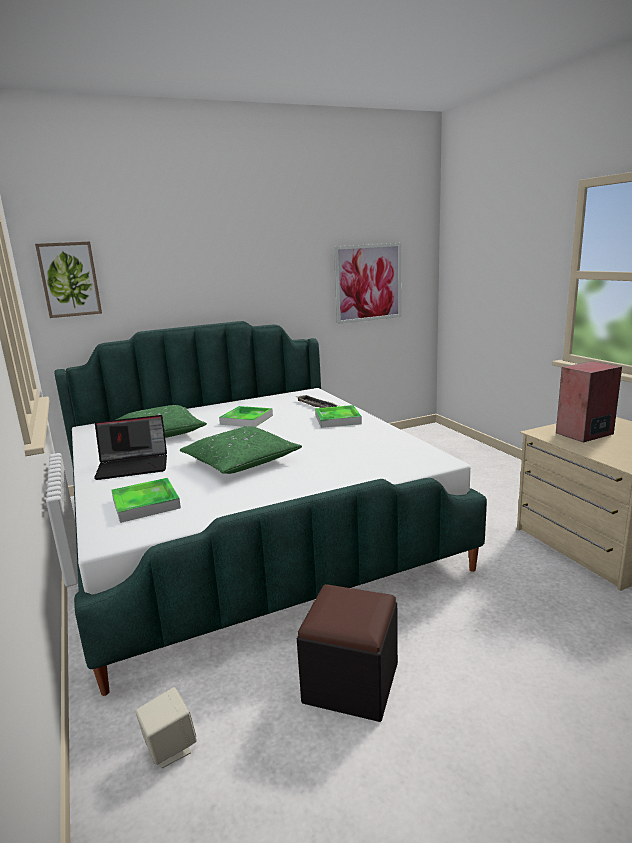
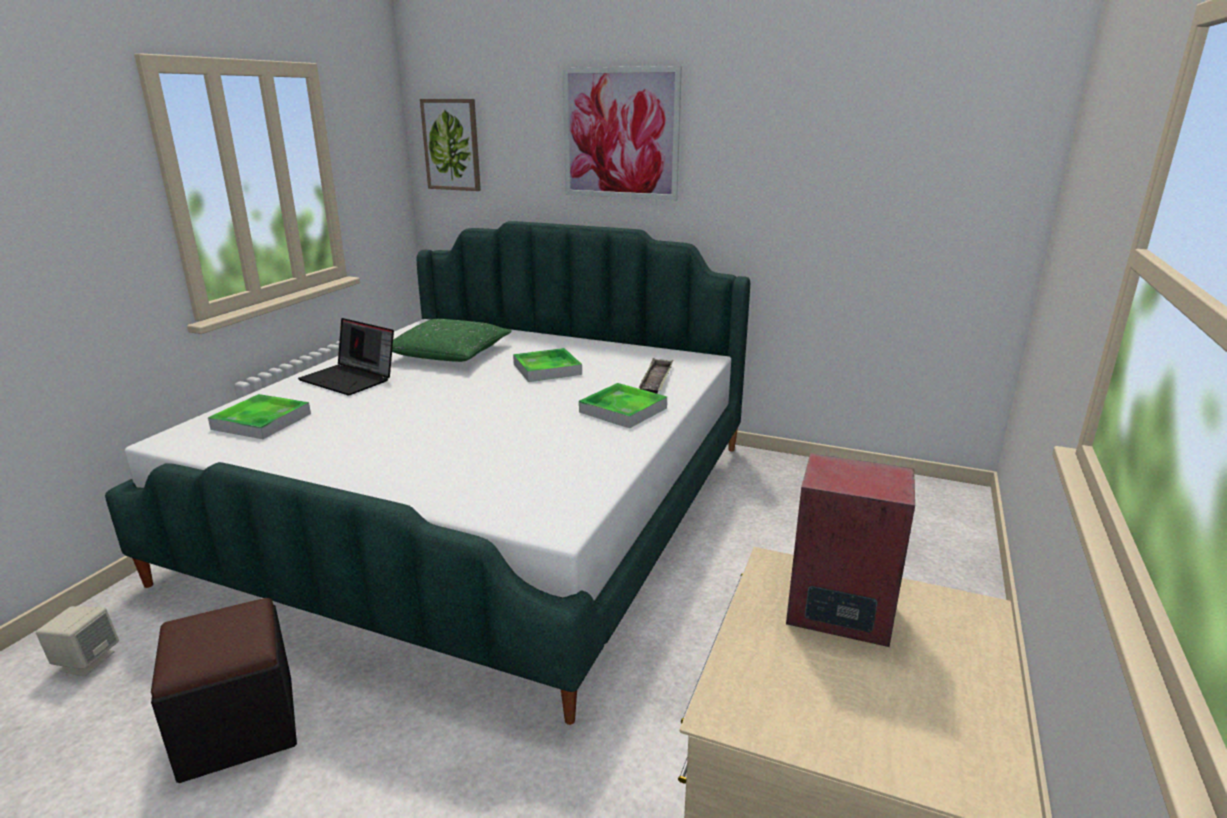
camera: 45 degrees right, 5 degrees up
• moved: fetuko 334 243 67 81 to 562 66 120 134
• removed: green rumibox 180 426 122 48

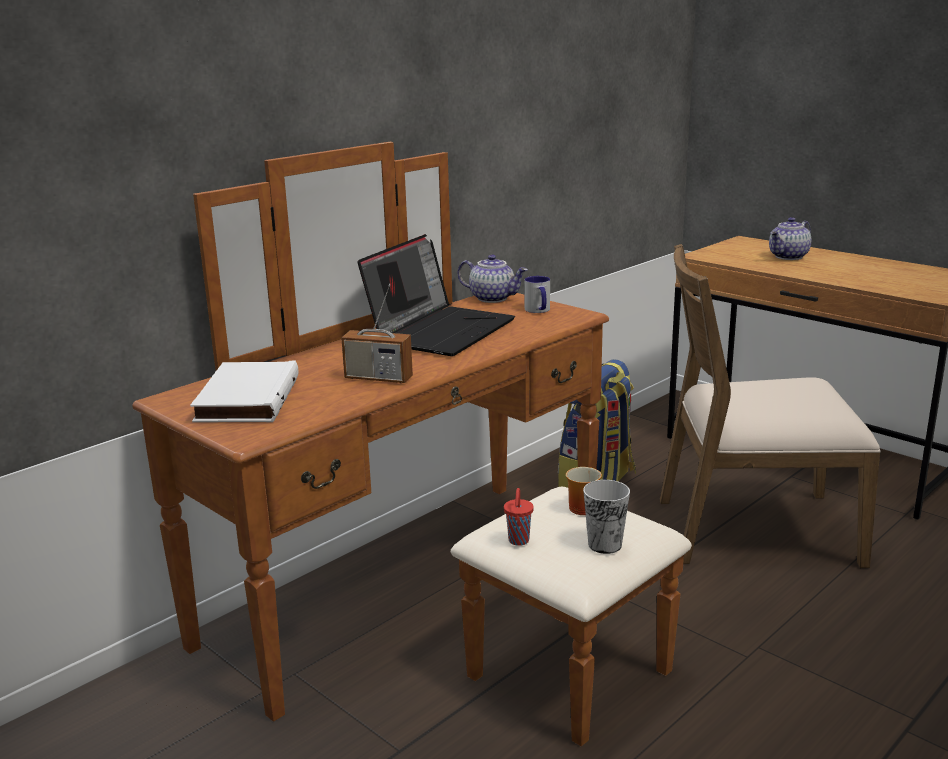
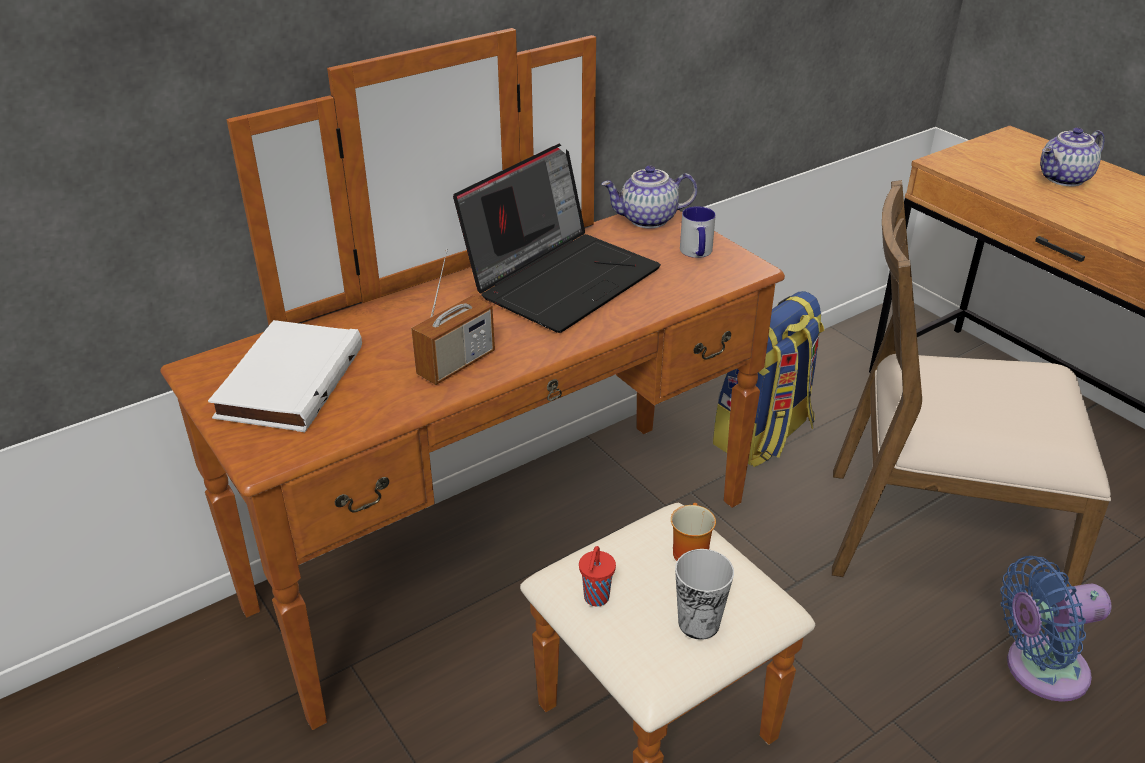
camera: 10 degrees right, 15 degrees up
• turned: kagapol 341 284 72 99 = 411 249 84 136 75 degrees counterclockwise
• turned: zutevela 457 254 71 49 = 601 165 96 64 135 degrees clockwise
• added: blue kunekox 1000 556 112 146

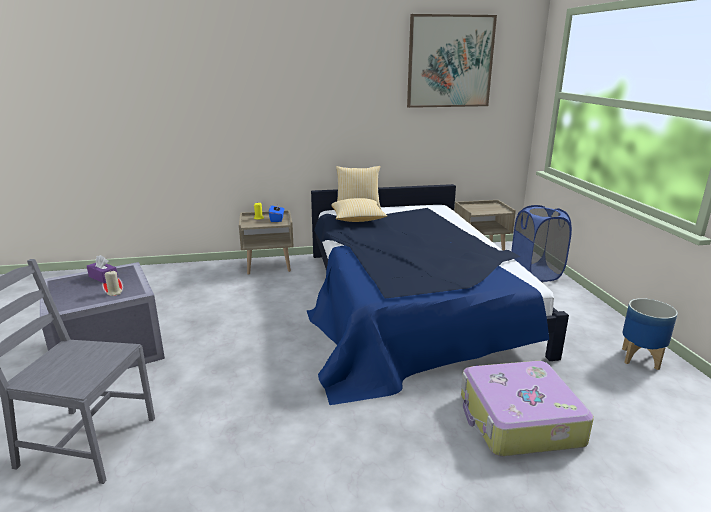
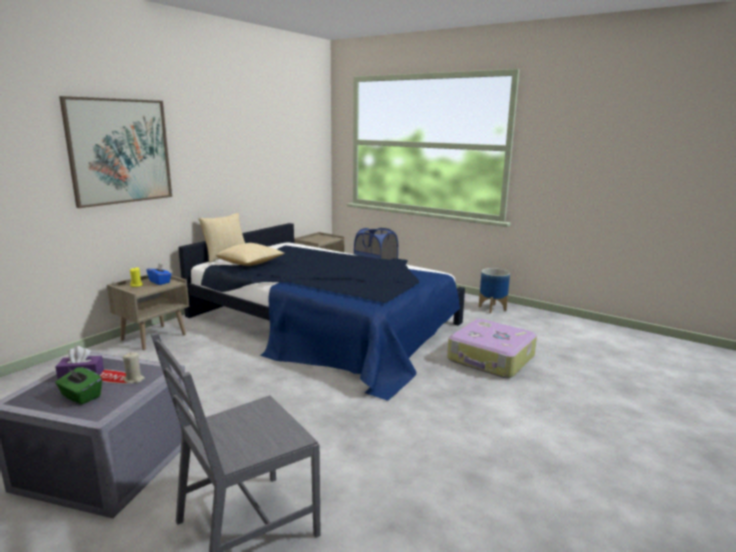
camera: 45 degrees left, 5 degrees down
• added: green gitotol 55 367 47 38
• moved: fetuko 407 14 90 94 to 59 96 113 112

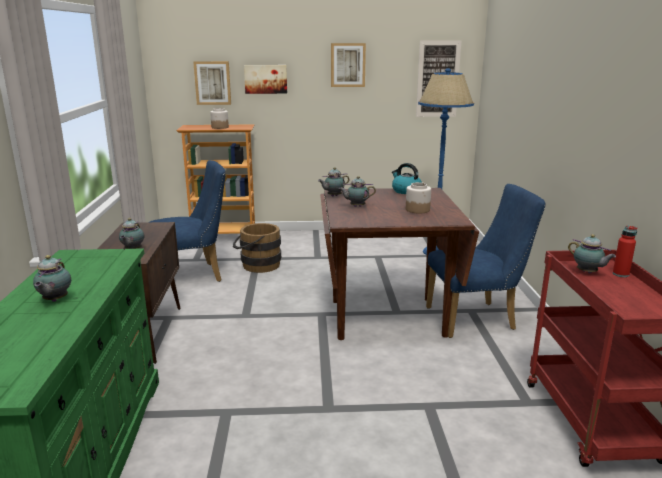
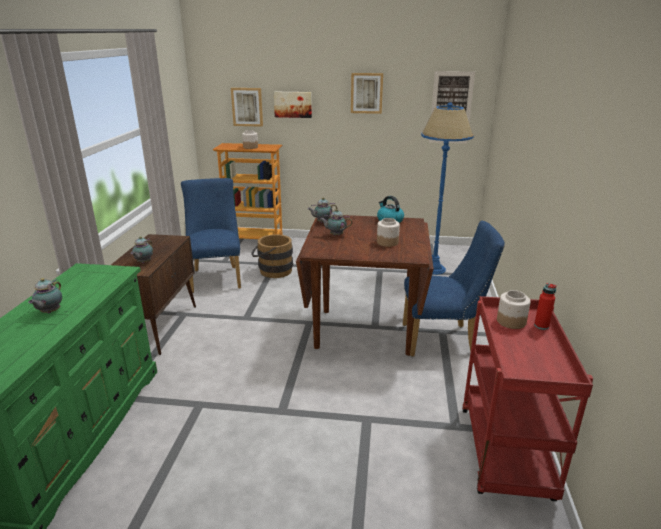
camera: 10 degrees right, 5 degrees up
• turned: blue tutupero 150 160 76 122 = 181 178 60 115 90 degrees counterclockwise
• replaced: zutevela 568 234 48 40 to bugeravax 497 290 34 39

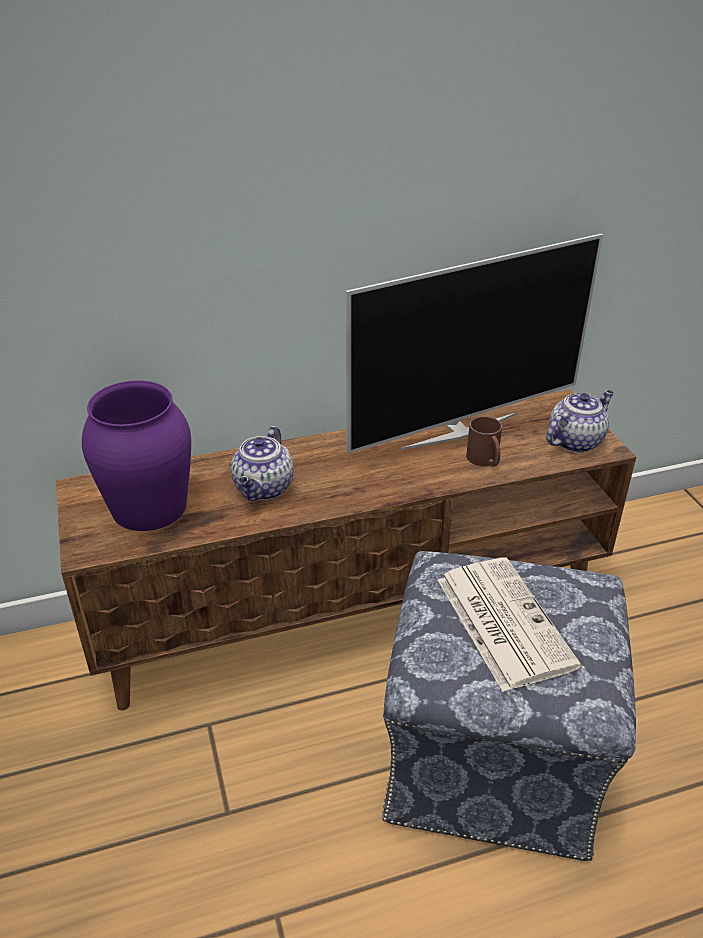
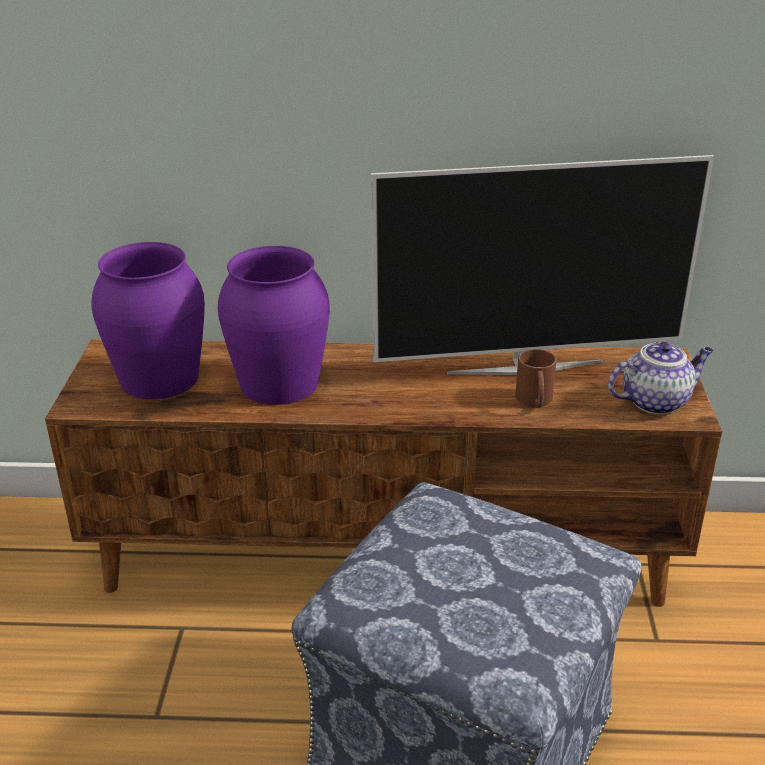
camera: 20 degrees right, 5 degrees down
• replaced: zutevela 231 426 63 75 to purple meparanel 218 246 112 159
• removed: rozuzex 438 557 143 135

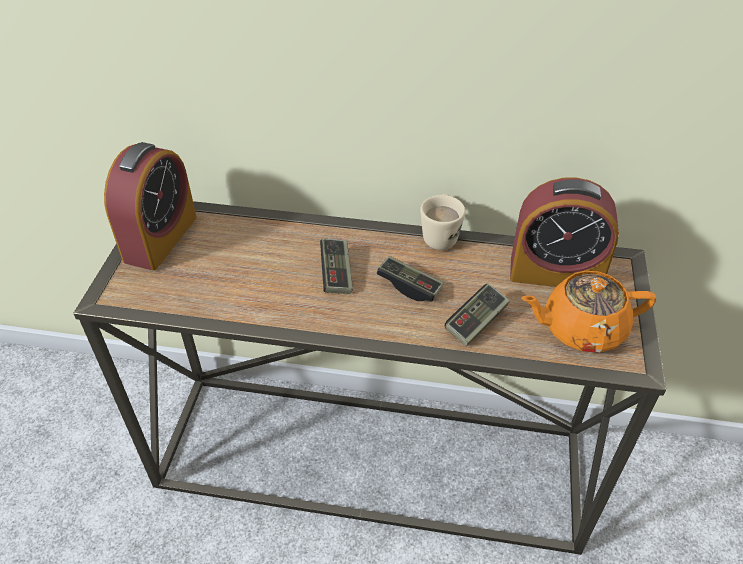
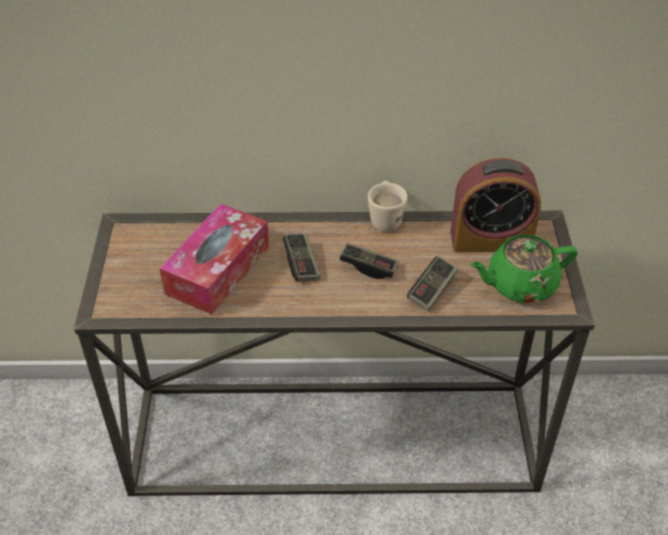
camera: 10 degrees left, 0 degrees up
• added: gitotol 159 204 110 110
• recoloured: orange zutevela 521 271 135 82 to green zutevela 470 235 108 68
• removed: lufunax 104 142 93 128

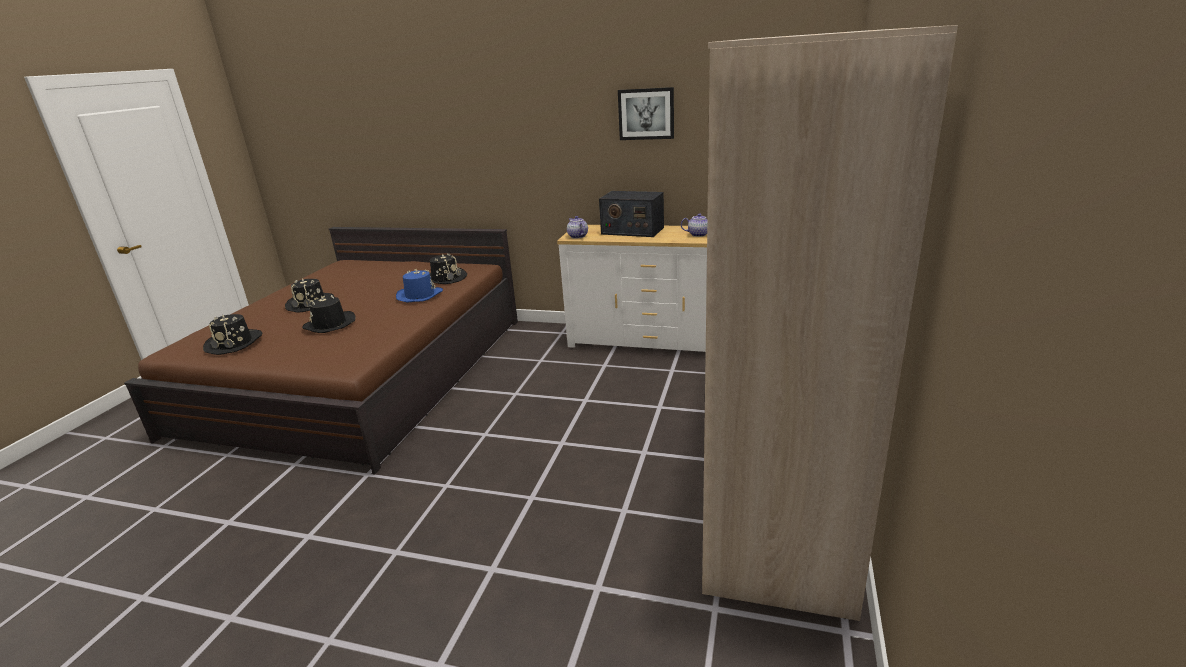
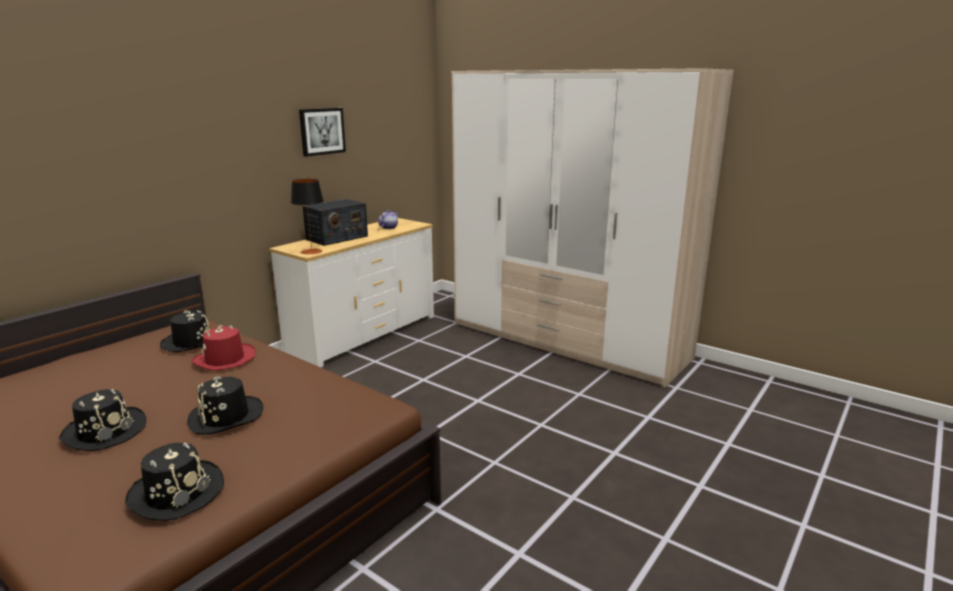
camera: 70 degrees left, 5 degrees down
• recoloured: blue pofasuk 396 269 47 34 to red pofasuk 192 325 64 46
• replaced: zutevela 567 216 21 23 to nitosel 291 179 32 75

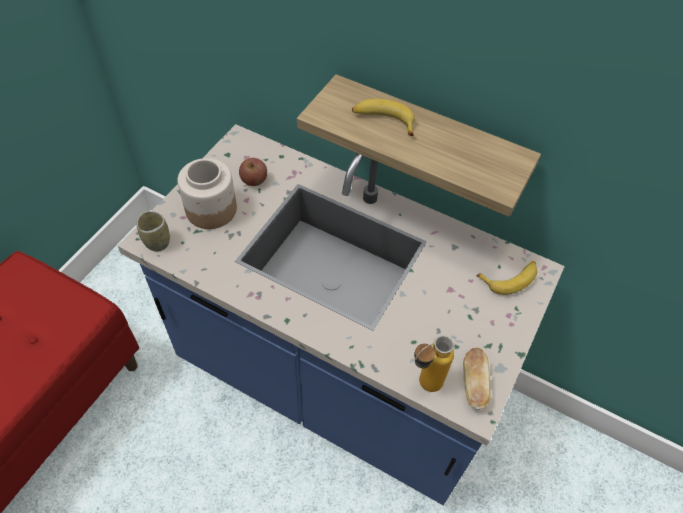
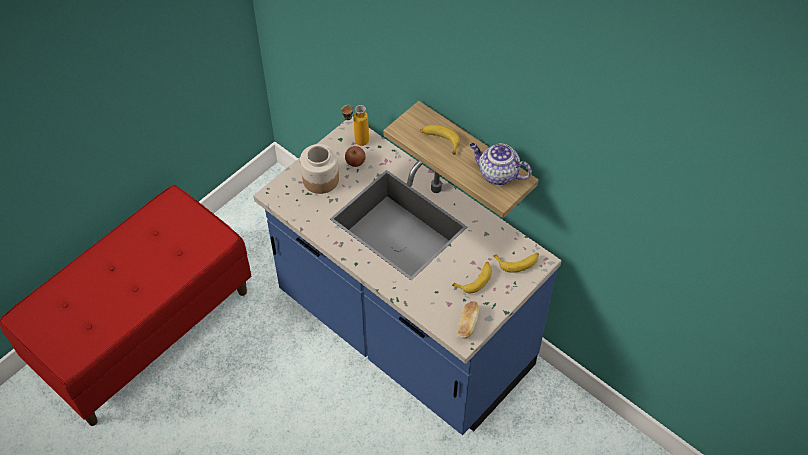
camera: 15 degrees right, 0 degrees up
• moved: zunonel 414 335 40 57 to 341 105 28 41
• added: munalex 452 262 40 31
• added: zutevela 470 143 62 42
• removed: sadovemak 136 211 34 40

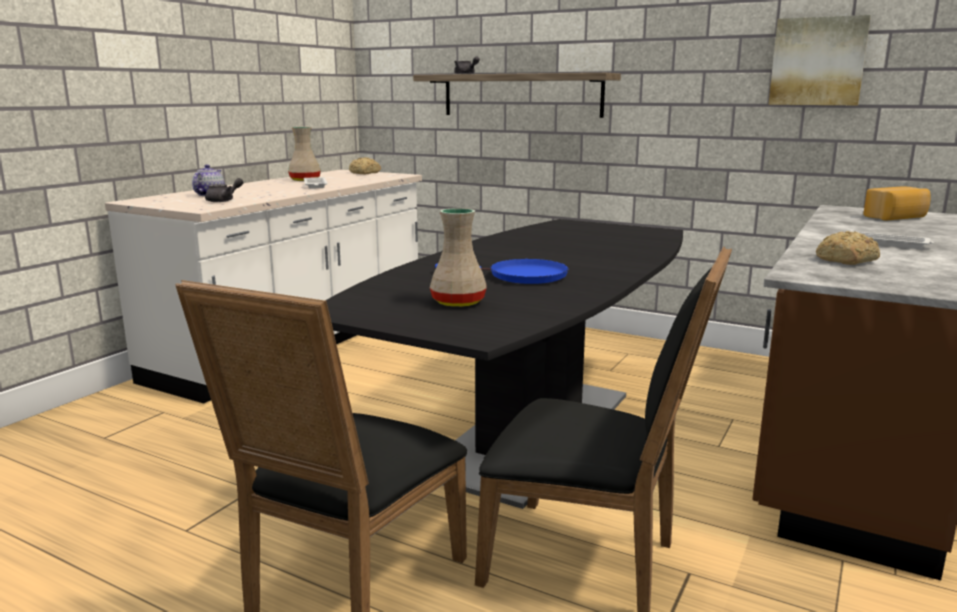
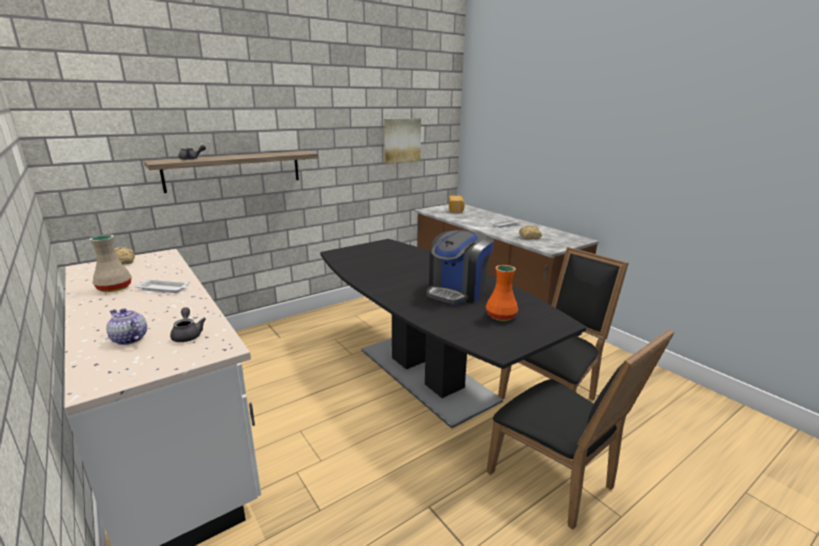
camera: 65 degrees left, 5 degrees up
• replaced: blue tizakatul 435 259 133 25 to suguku 427 230 67 75
• recoloured: beige meparanel 430 208 57 99 to orange meparanel 486 265 32 56

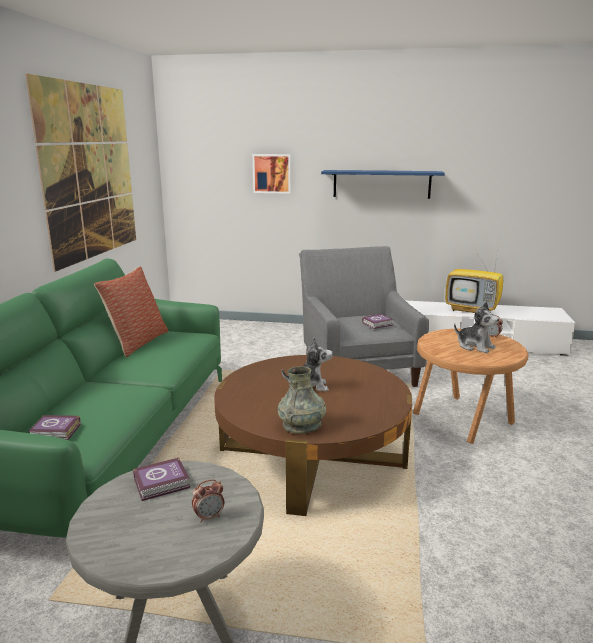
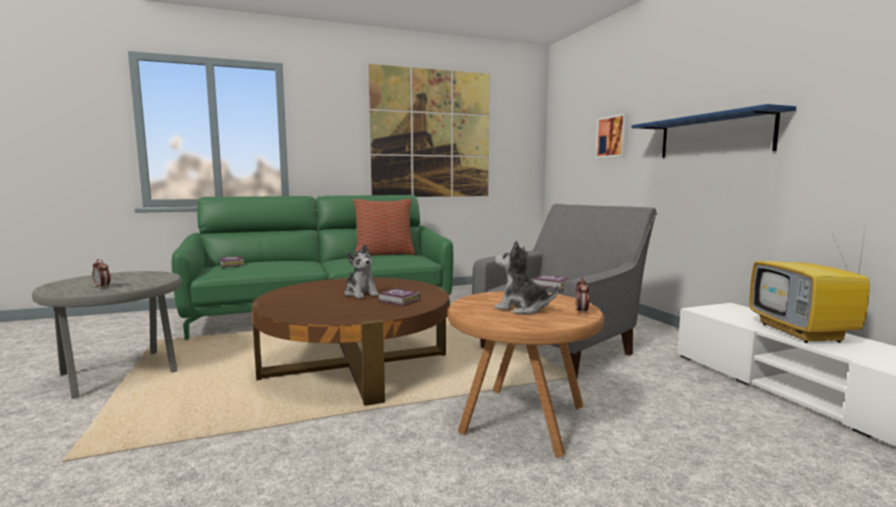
camera: 60 degrees right, 10 degrees down
• moved: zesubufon 133 458 57 43 to 378 288 42 18
• turned: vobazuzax 454 302 45 51 = 494 240 65 74 105 degrees clockwise
• removed: grey meparanel 278 366 48 68

